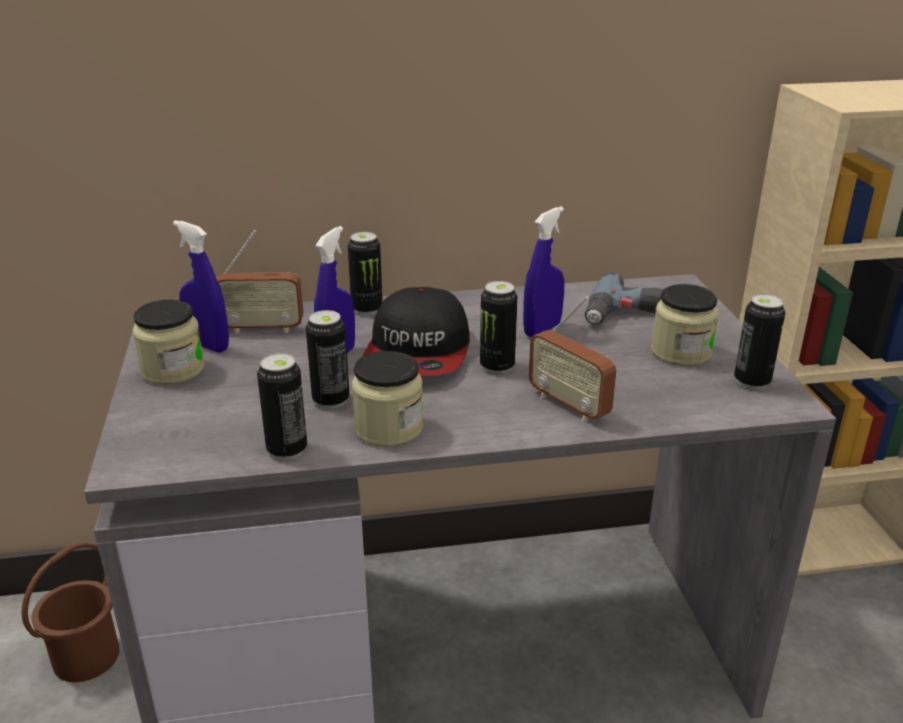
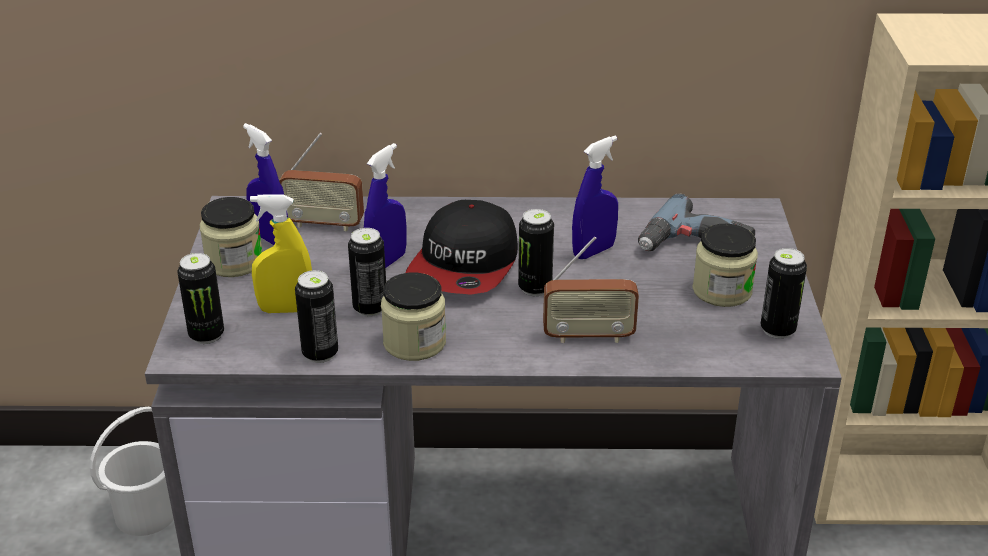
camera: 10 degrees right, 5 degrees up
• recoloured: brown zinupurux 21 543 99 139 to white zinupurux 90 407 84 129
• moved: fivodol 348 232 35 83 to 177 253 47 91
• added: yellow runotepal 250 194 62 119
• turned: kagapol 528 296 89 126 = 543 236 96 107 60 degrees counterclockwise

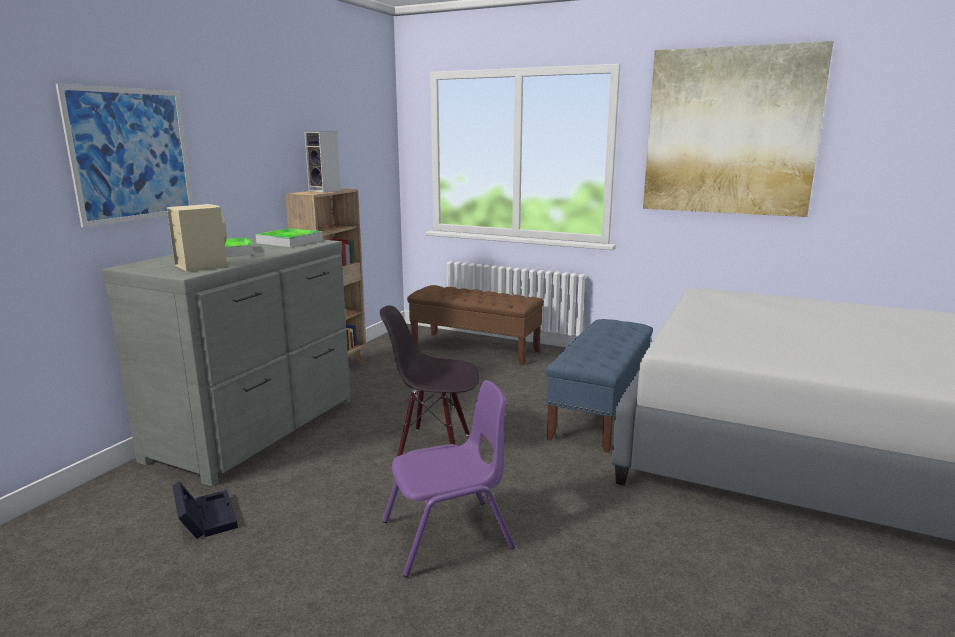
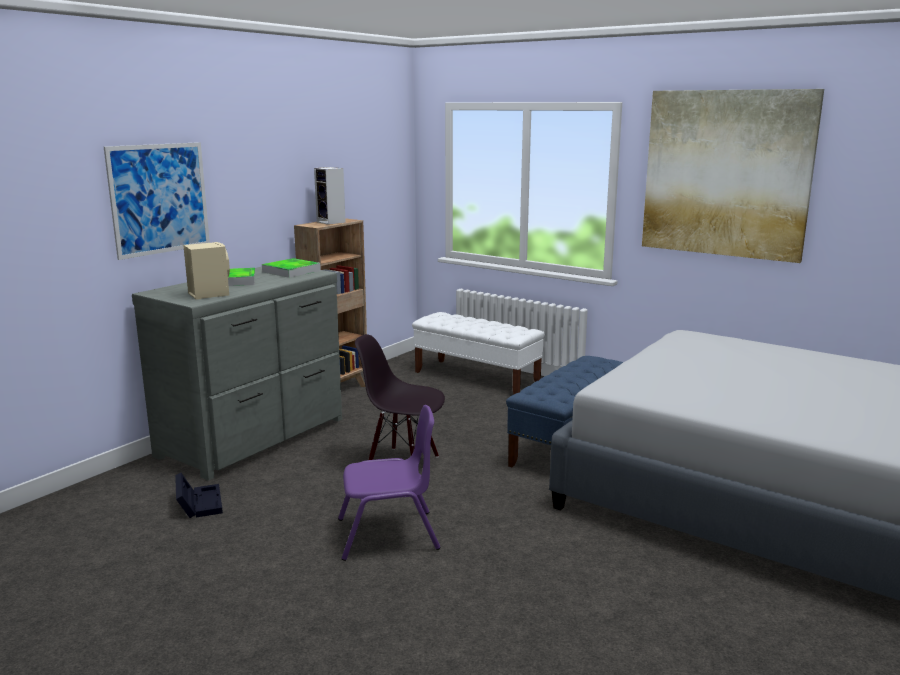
camera: 10 degrees right, 0 degrees up
• recoloured: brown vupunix 407 285 137 81 to white vupunix 412 312 133 82

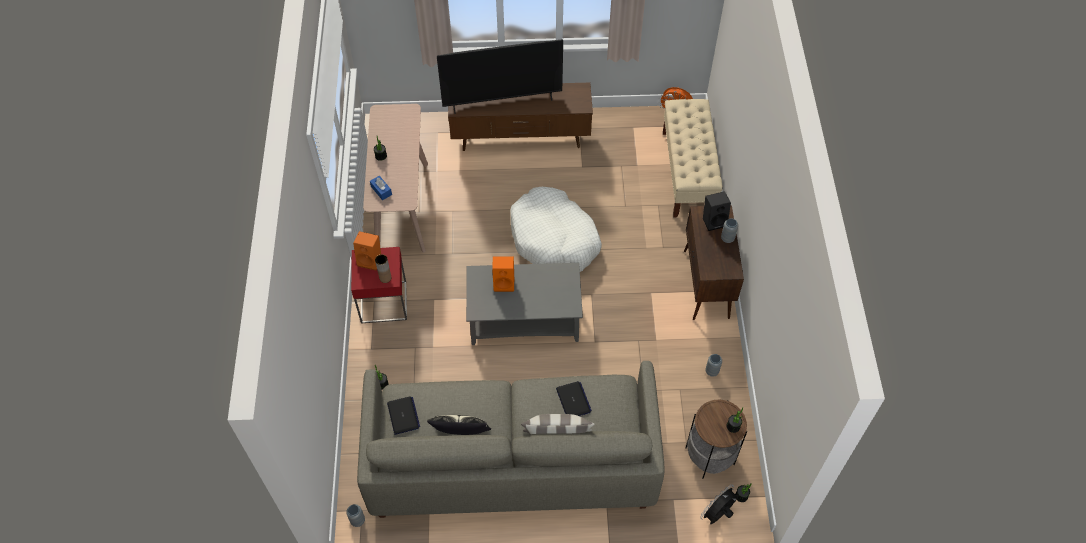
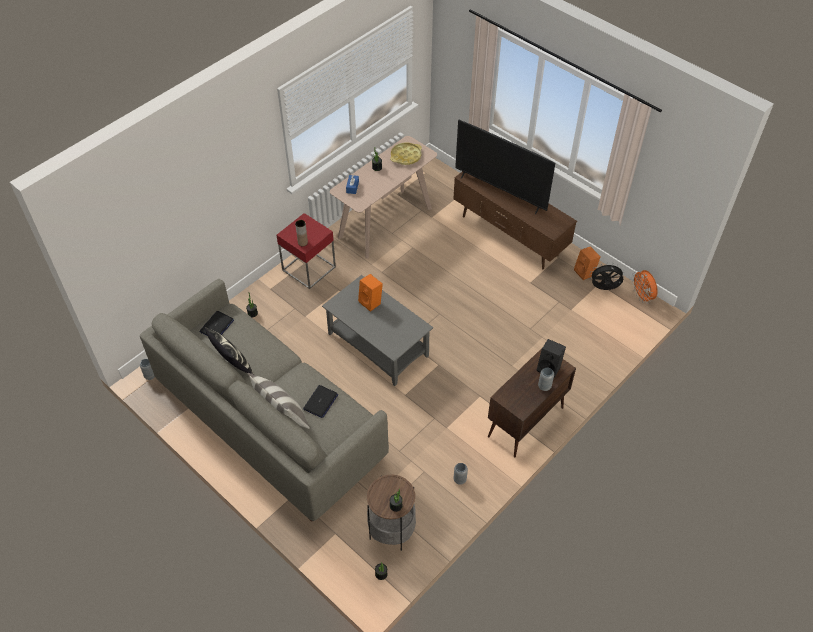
camera: 45 degrees right, 5 degrees down
• added: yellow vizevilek 390 142 32 23
• moved: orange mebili 353 231 28 40 to 574 246 26 34
• moved: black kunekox 700 484 39 40 to 589 262 35 28
• removed: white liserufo 510 187 92 85
• removed: beige vupunix 663 99 60 119

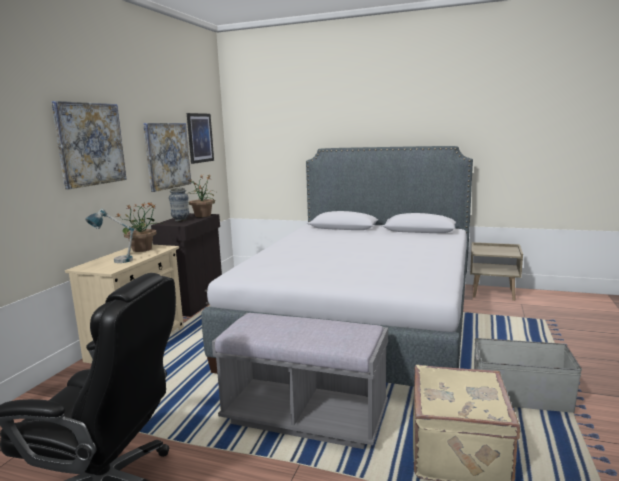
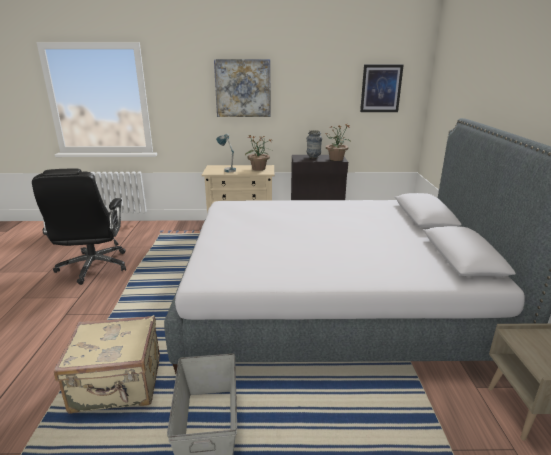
camera: 70 degrees right, 10 degrees up
• removed: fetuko 143 123 48 69
• removed: grey vupunix 212 313 176 136

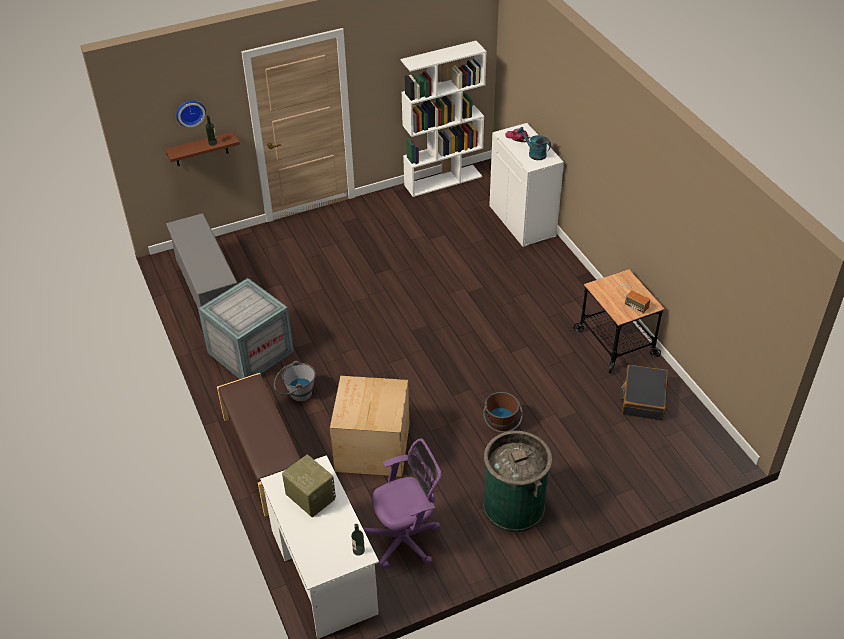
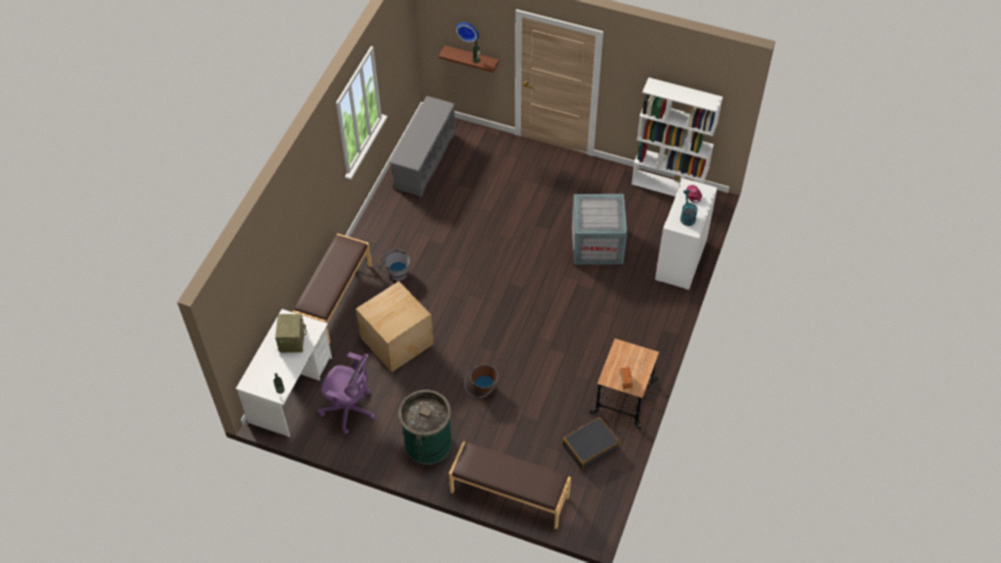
camera: 45 degrees right, 10 degrees up
• added: brown vupunix 449 441 122 88
• moved: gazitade 198 278 96 101 to 572 194 55 71

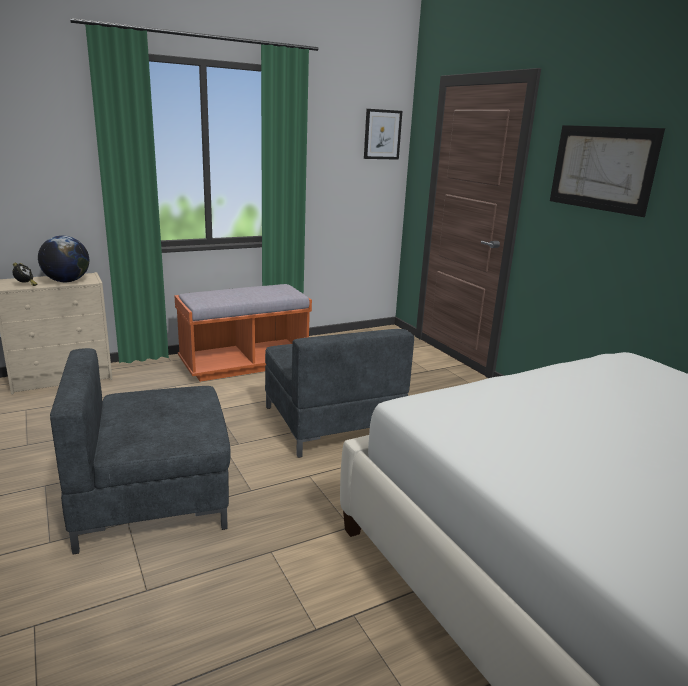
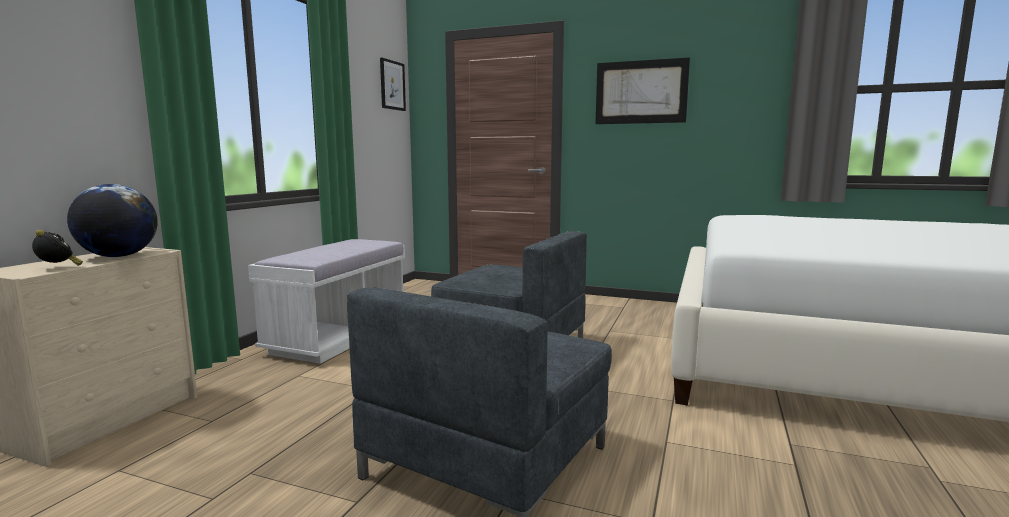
camera: 40 degrees left, 10 degrees down
• recoloured: orange vupunix 174 284 138 98 to white vupunix 248 239 157 125

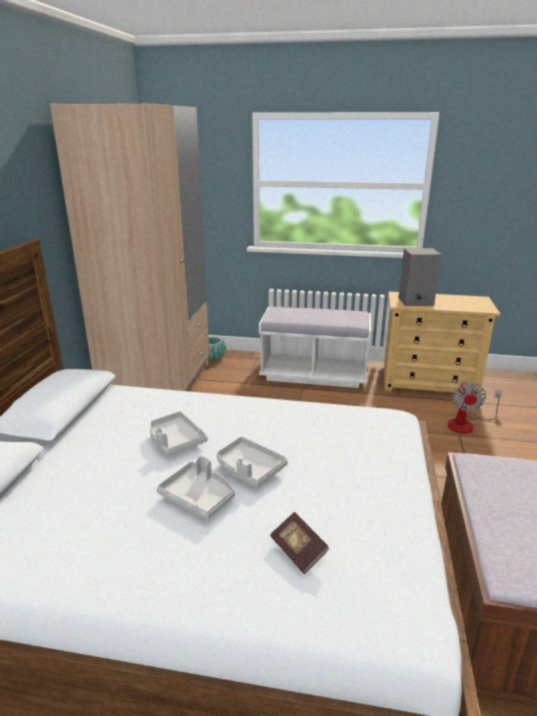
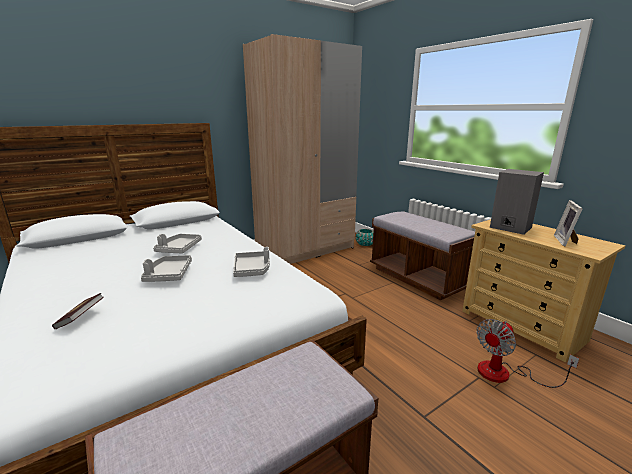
camera: 45 degrees right, 5 degrees down
• moved: grey vizevilek 157 455 78 65 to 233 247 37 30
• recoloured: white vupunix 259 307 112 81 to brown vupunix 370 211 105 89
• added: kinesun 554 200 29 47

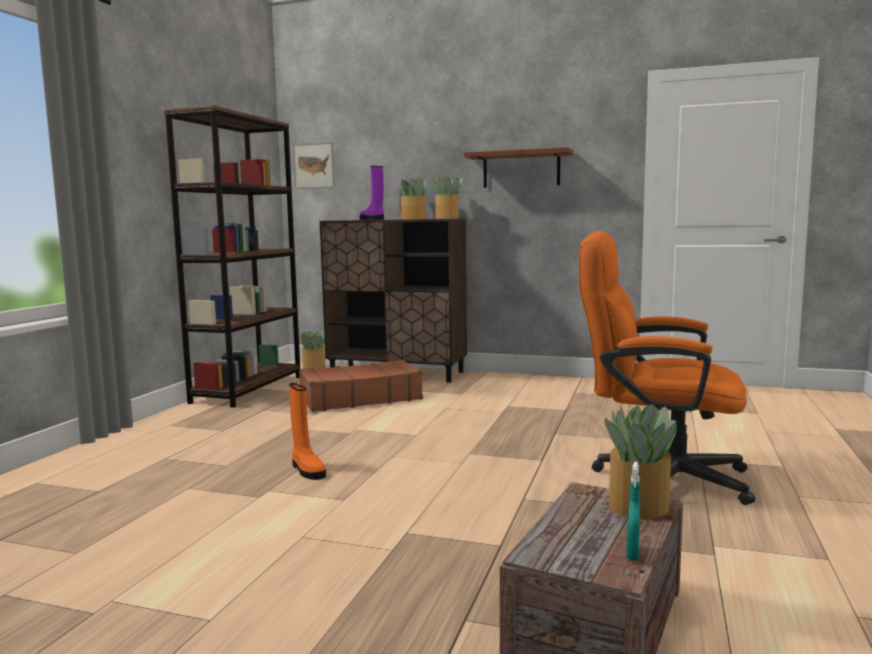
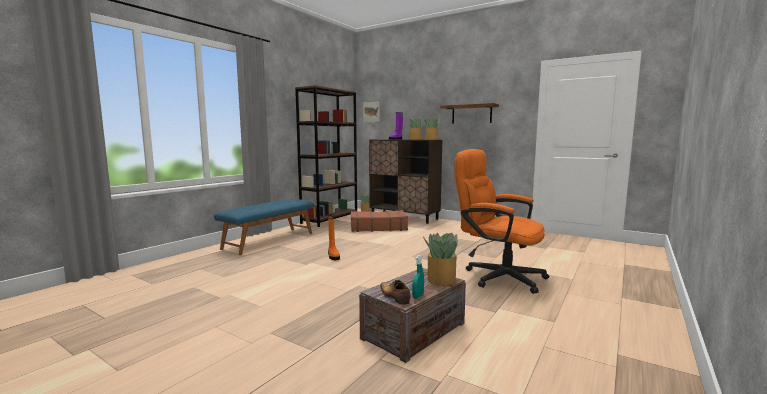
camera: 15 degrees right, 0 degrees up
• added: blue vupunix 214 199 100 56
• added: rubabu 380 280 30 25

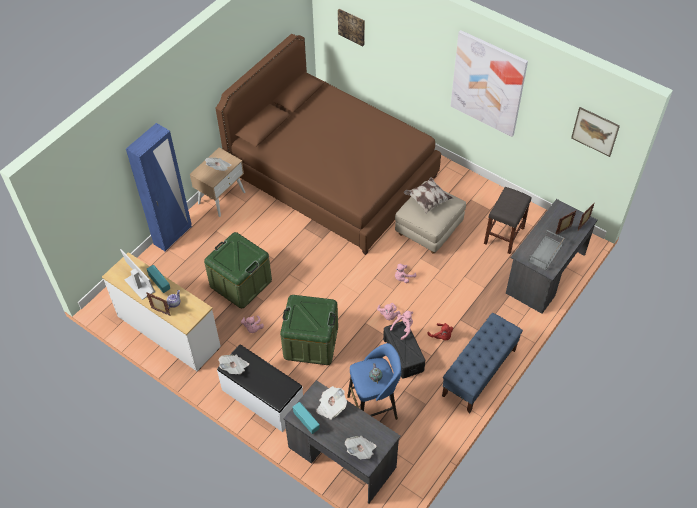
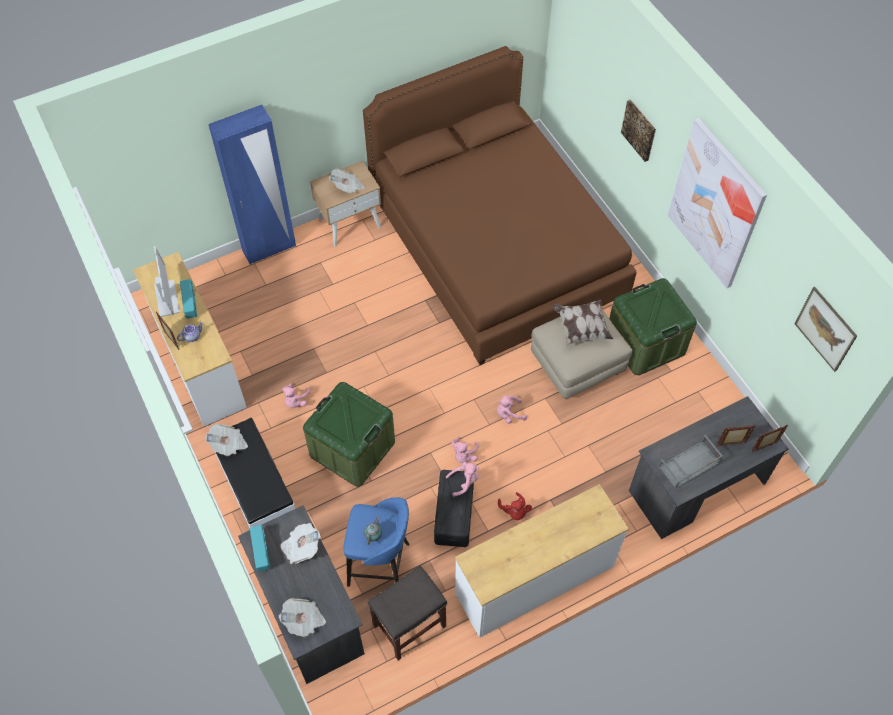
camera: 25 degrees right, 5 degrees up
• moved: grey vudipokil 484 187 47 67 to 368 565 79 95
• replaced: blue vupunix 442 313 81 100 to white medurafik 455 484 174 154
• moved: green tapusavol 204 232 68 76 to 609 278 88 97
• moved: fetuko 338 9 27 37 to 621 99 35 63

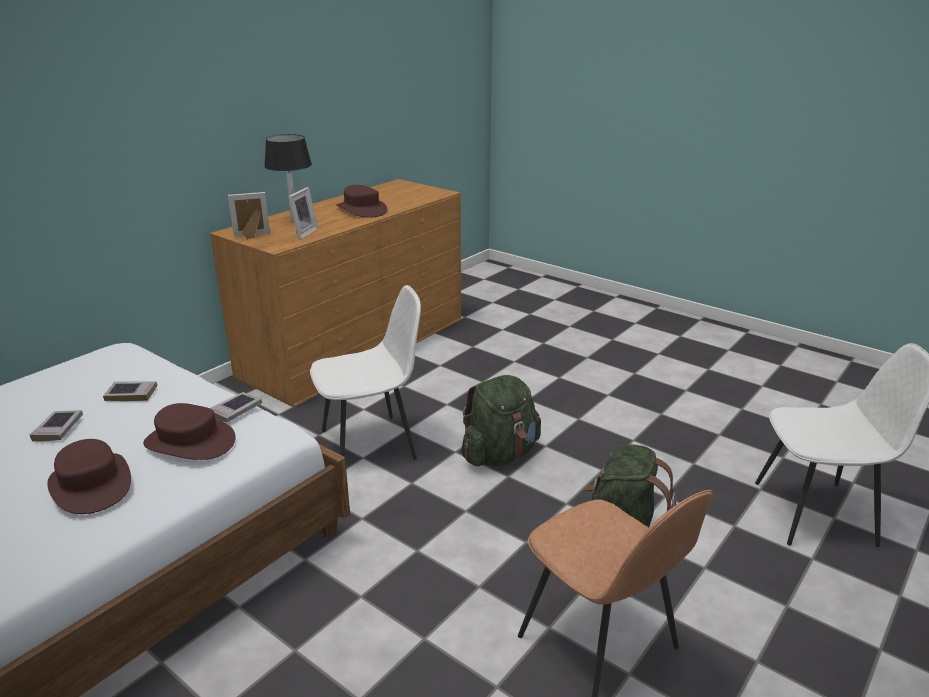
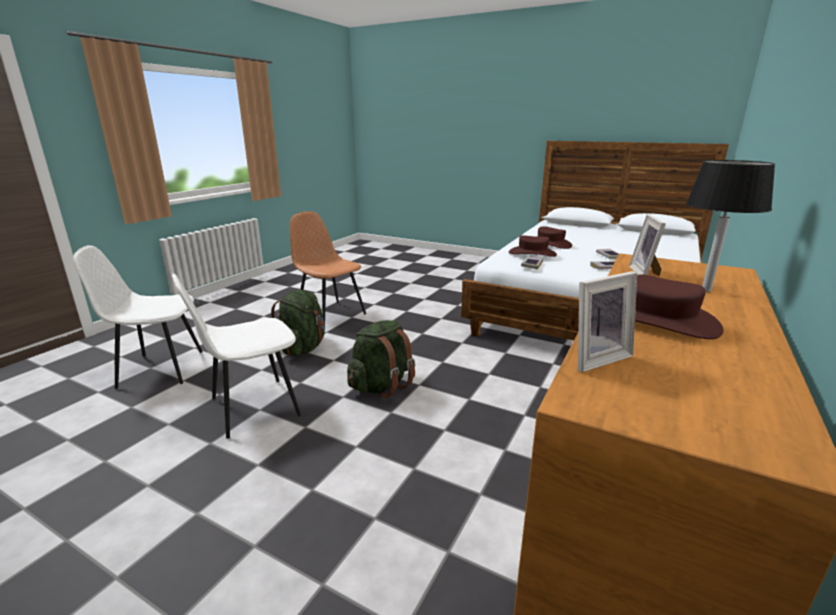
camera: 170 degrees right, 5 degrees down
• moved: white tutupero 310 285 111 175 to 172 273 129 166
• moved: kinesun 228 192 42 47 to 578 271 59 101

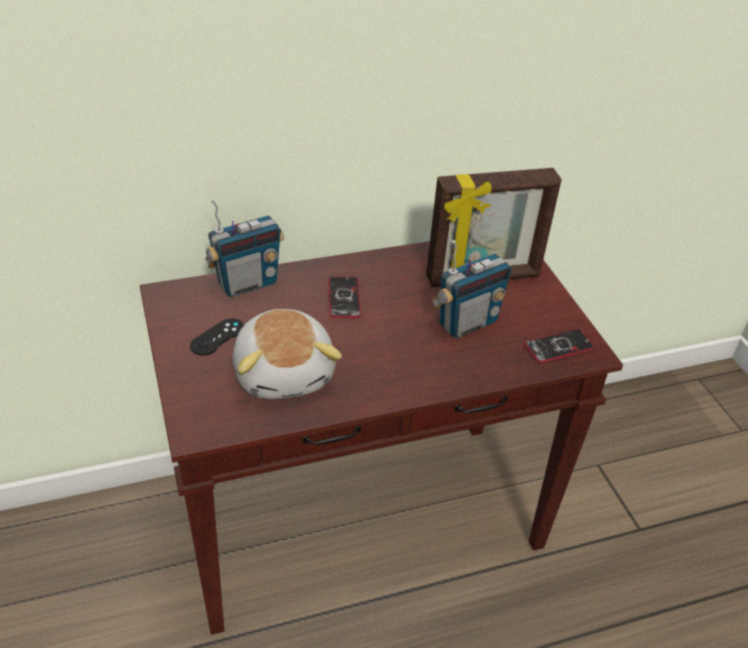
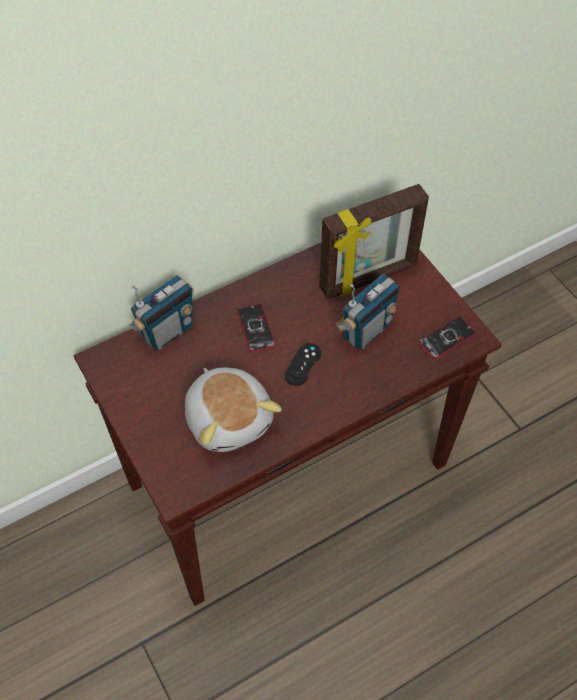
camera: 10 degrees left, 15 degrees up
• moved: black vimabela 190 318 54 38 to 284 343 37 43

